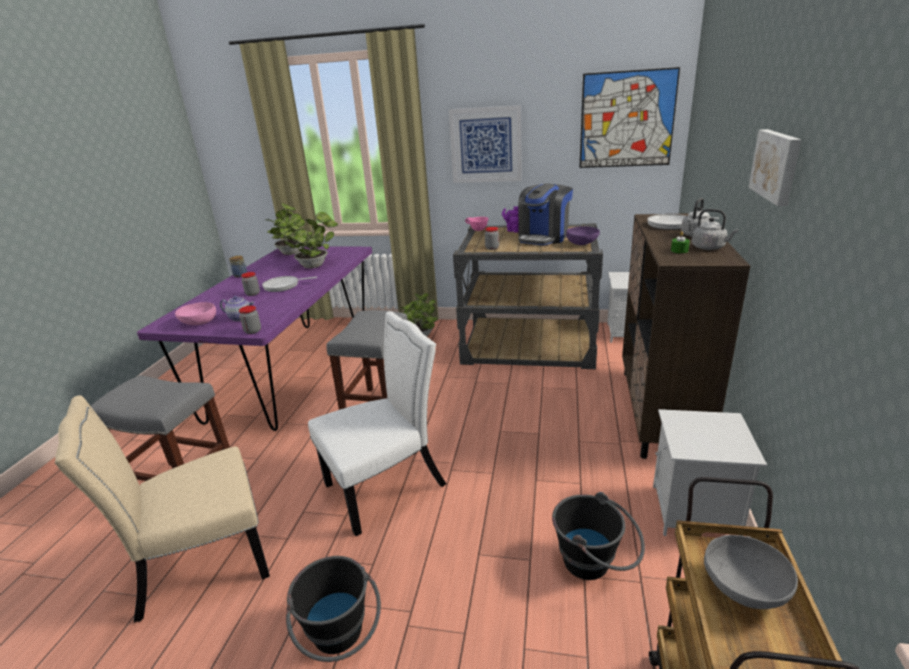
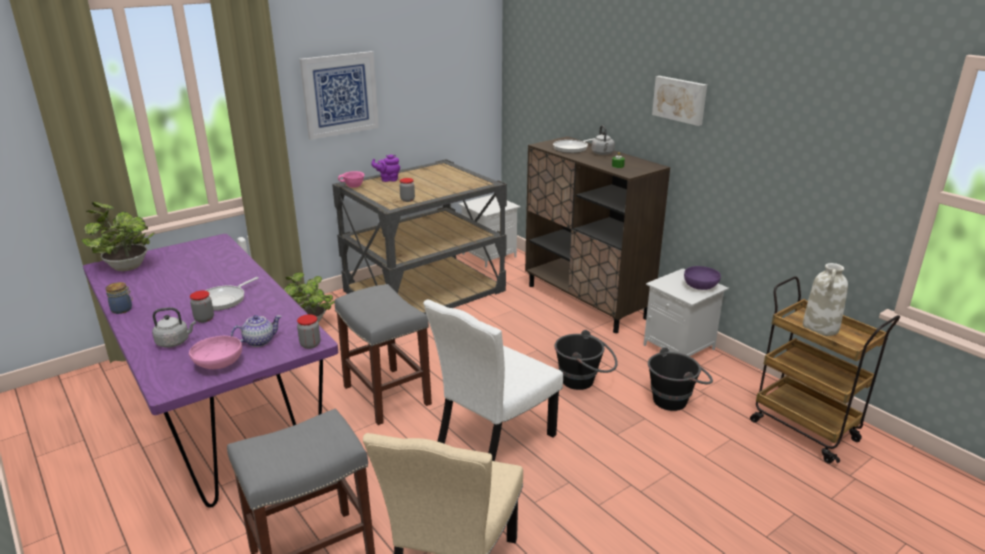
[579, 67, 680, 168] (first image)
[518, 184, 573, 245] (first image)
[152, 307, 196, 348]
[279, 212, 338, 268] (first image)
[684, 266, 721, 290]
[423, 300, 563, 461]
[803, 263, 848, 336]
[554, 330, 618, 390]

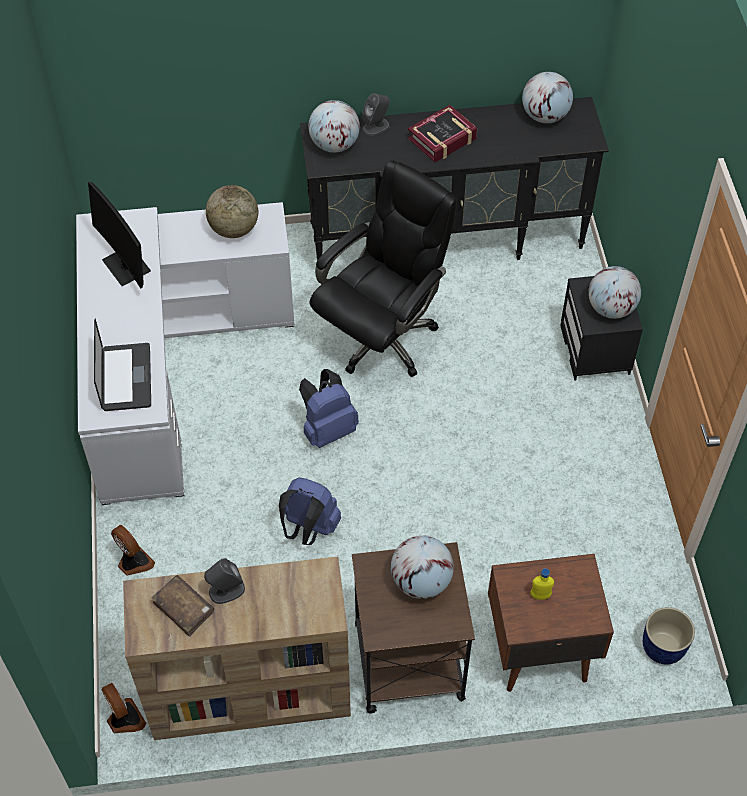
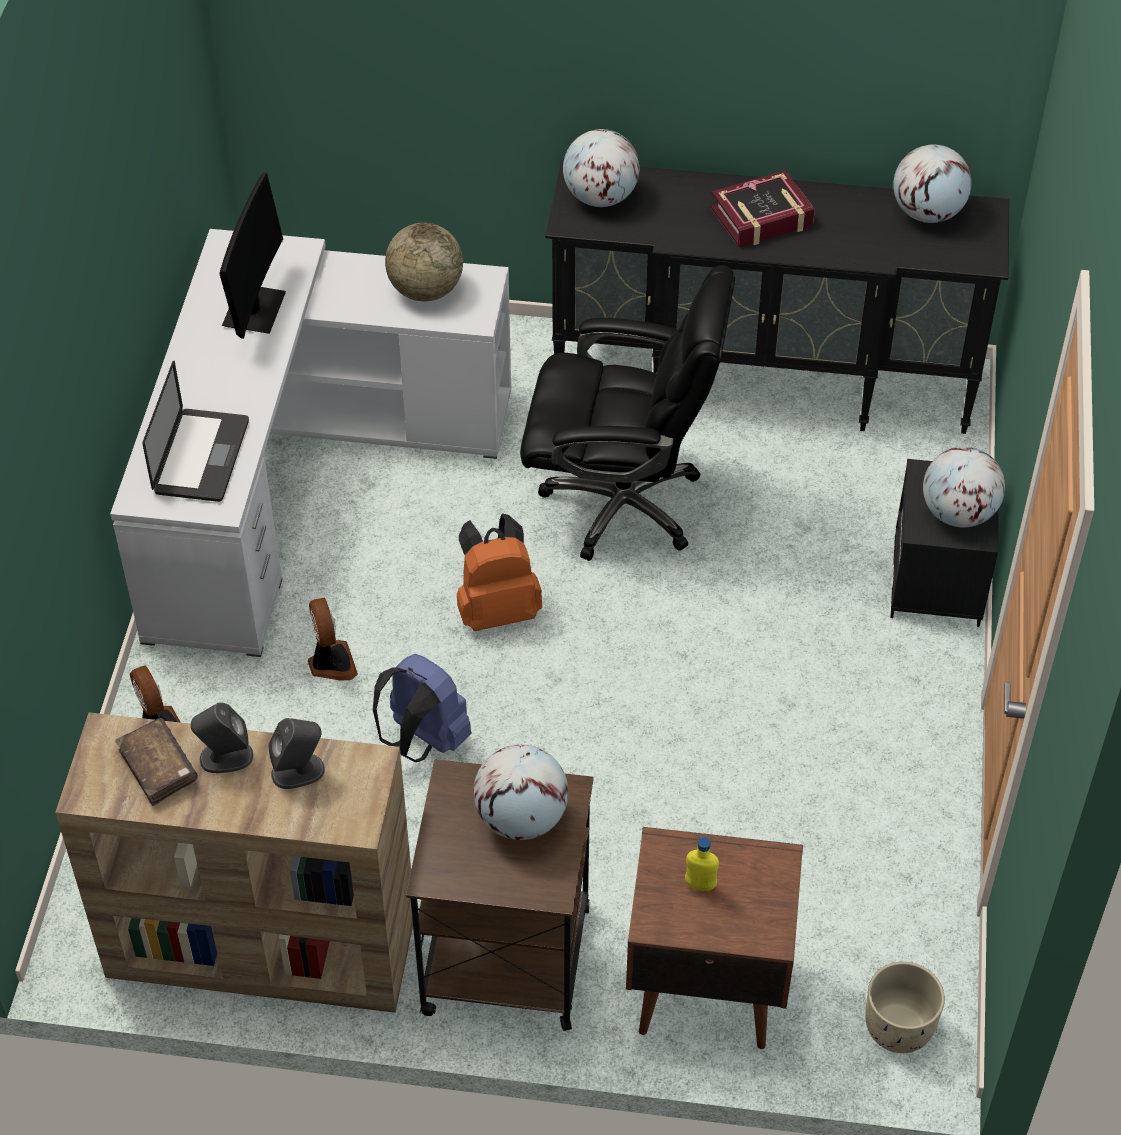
[268, 718, 325, 789]
[520, 265, 735, 561]
[219, 172, 286, 338]
[457, 513, 542, 631]
[865, 962, 945, 1053]
[308, 598, 358, 680]

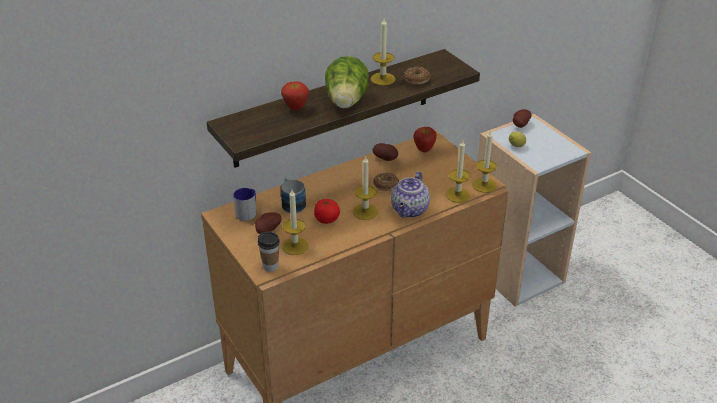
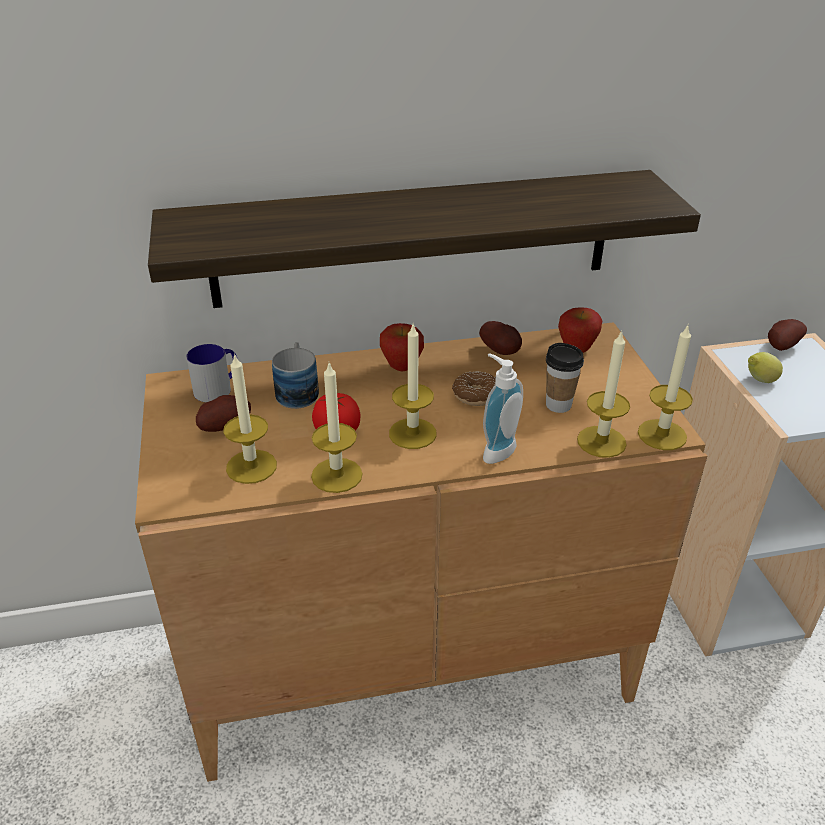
[311, 361, 363, 493]
[325, 56, 369, 109] (first image)
[404, 67, 430, 85] (first image)
[380, 323, 424, 371]
[483, 353, 523, 464]
[546, 343, 584, 413]

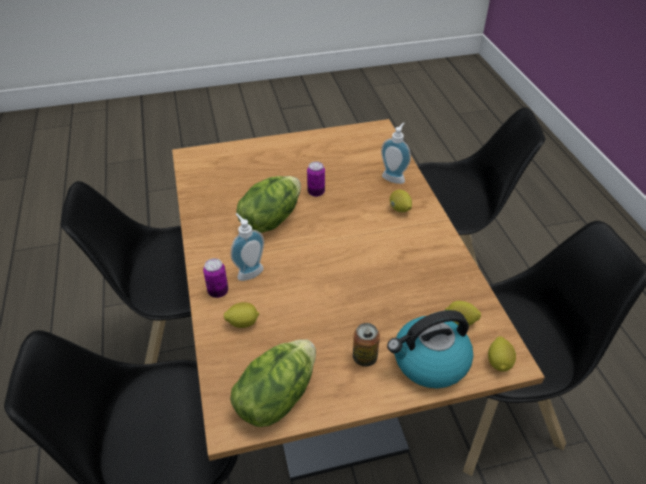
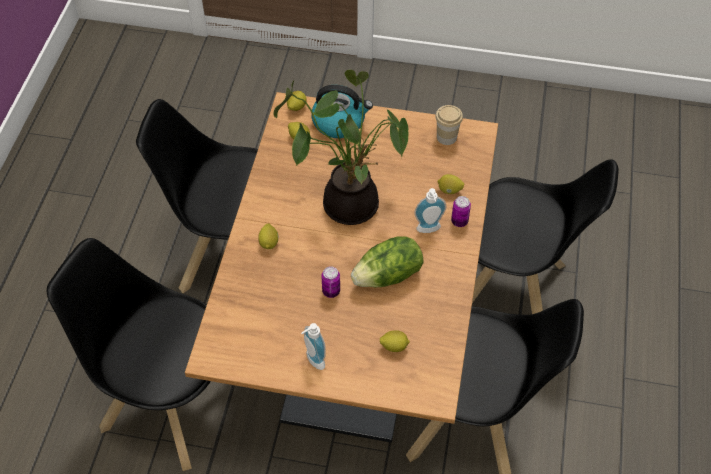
[301, 323, 326, 370]
[353, 323, 380, 367] (first image)
[435, 105, 463, 145]
[273, 70, 409, 225]
[380, 330, 410, 352]

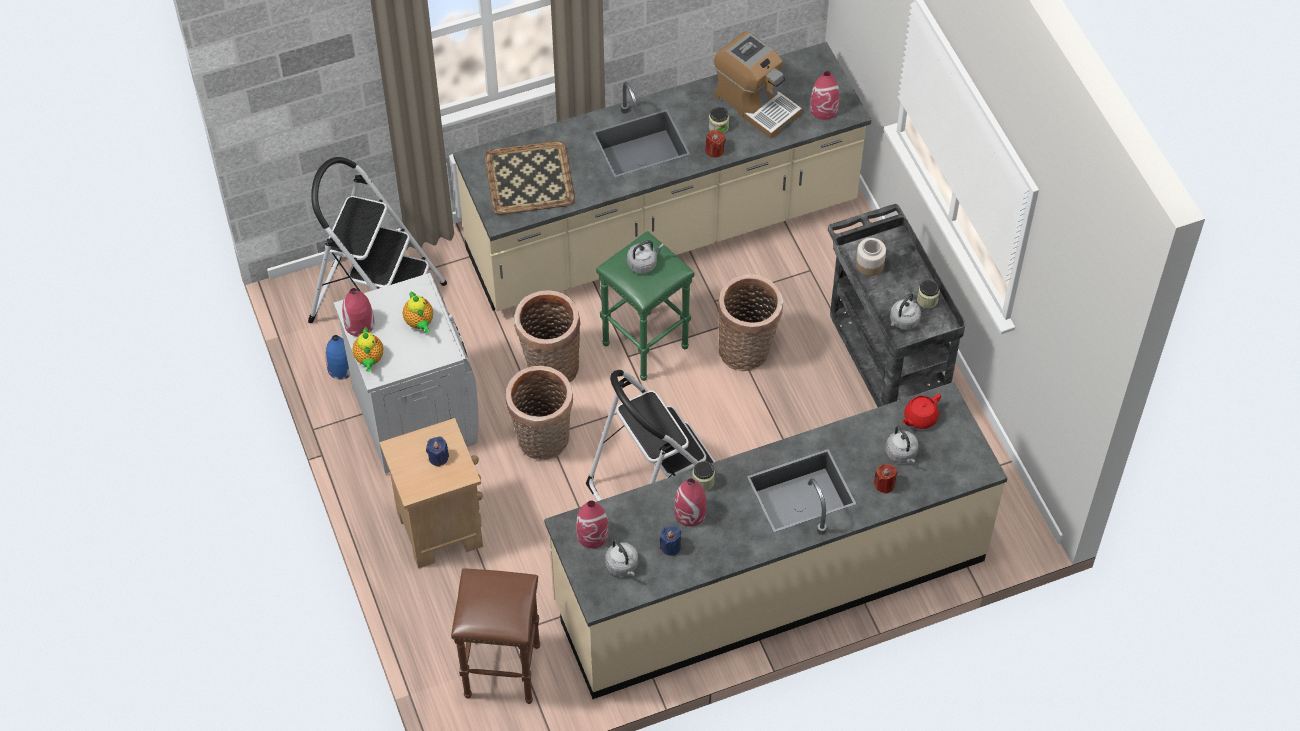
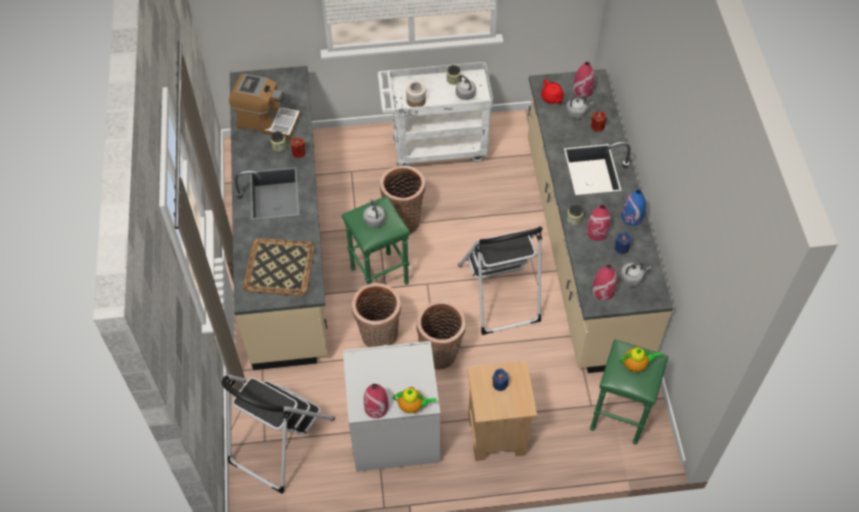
[229, 74, 301, 139]
[573, 62, 595, 97]
[378, 62, 493, 166]
[620, 346, 662, 372]
[621, 190, 646, 226]
[590, 339, 668, 445]

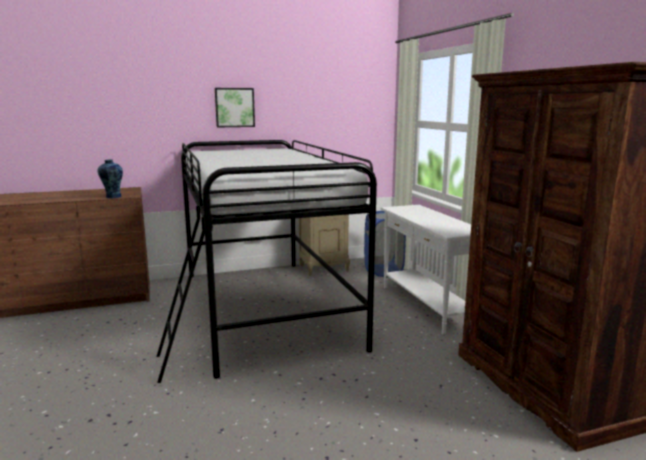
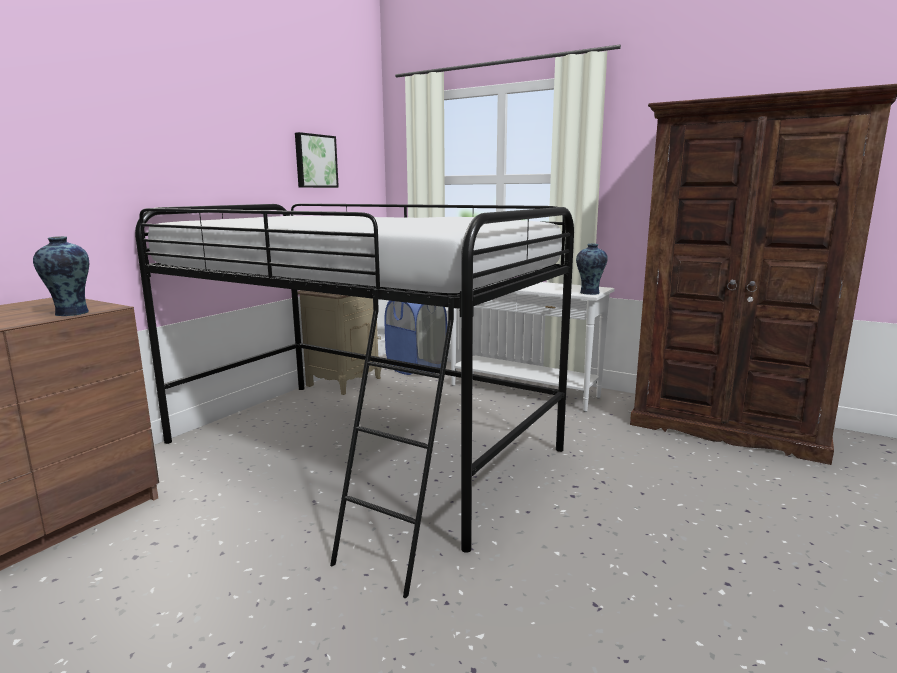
[295, 132, 339, 188]
[576, 243, 608, 295]

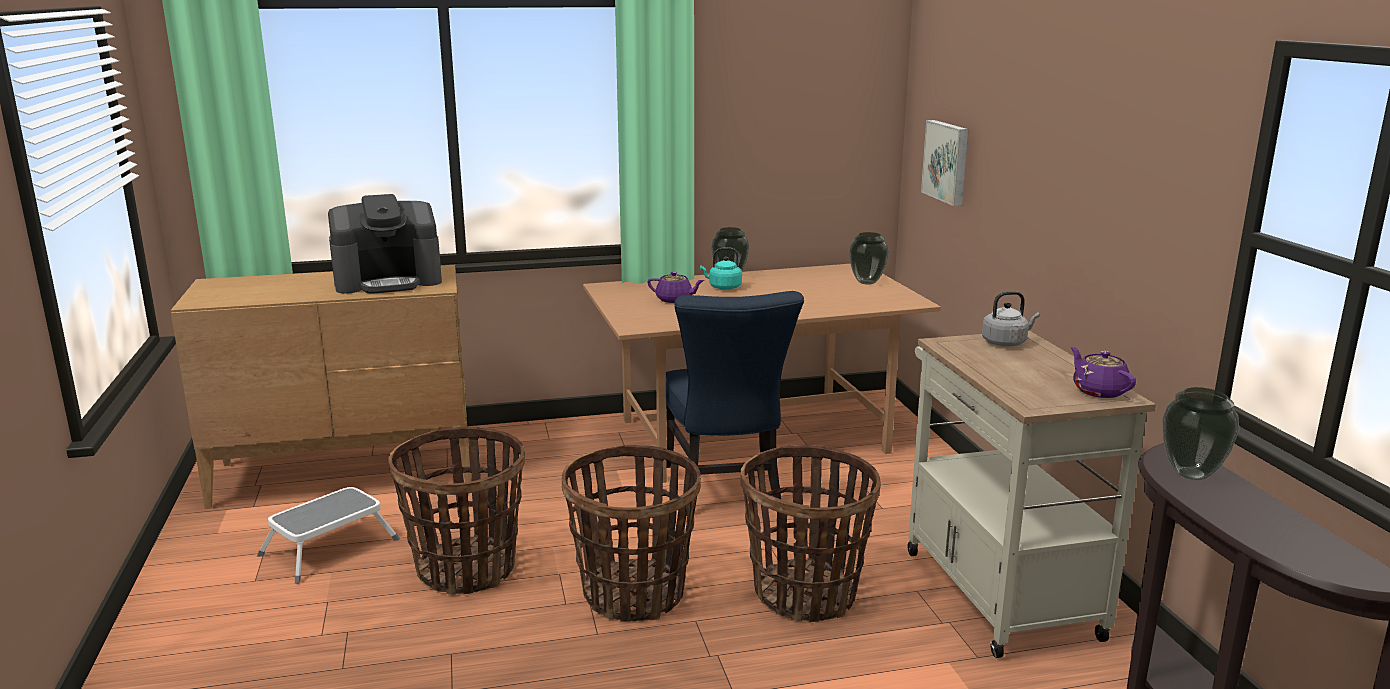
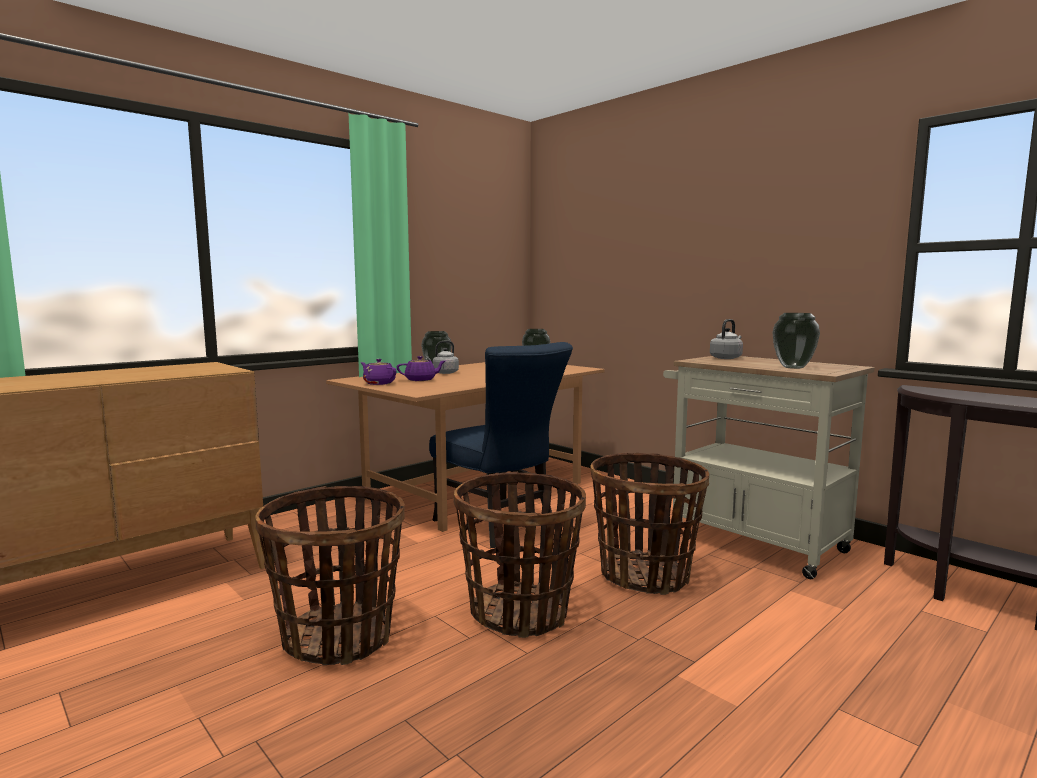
[921, 120, 969, 206] (first image)
[328, 194, 442, 294] (first image)
[425, 340, 459, 374]
[360, 359, 397, 385]
[772, 313, 820, 369]
[257, 487, 400, 584] (first image)

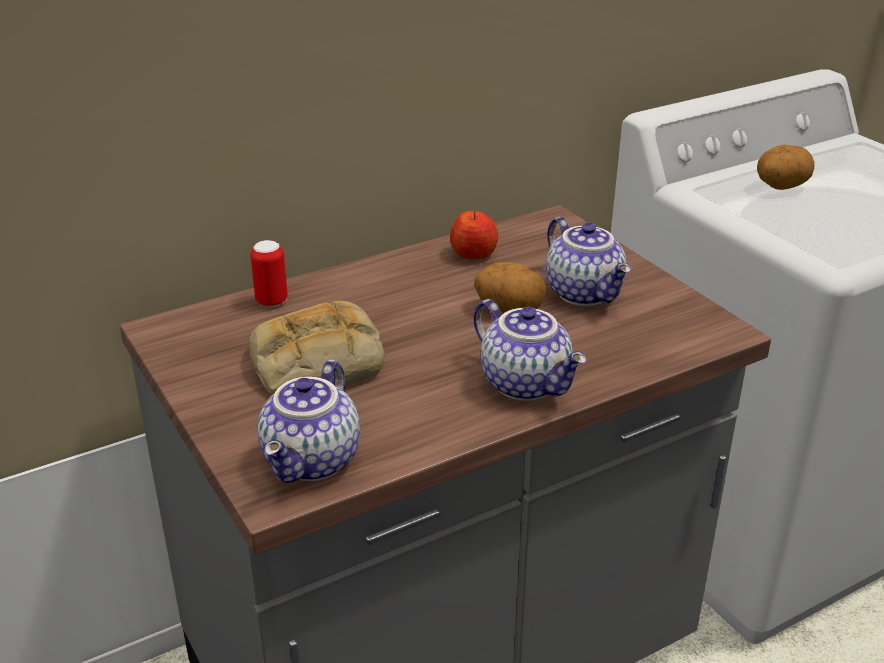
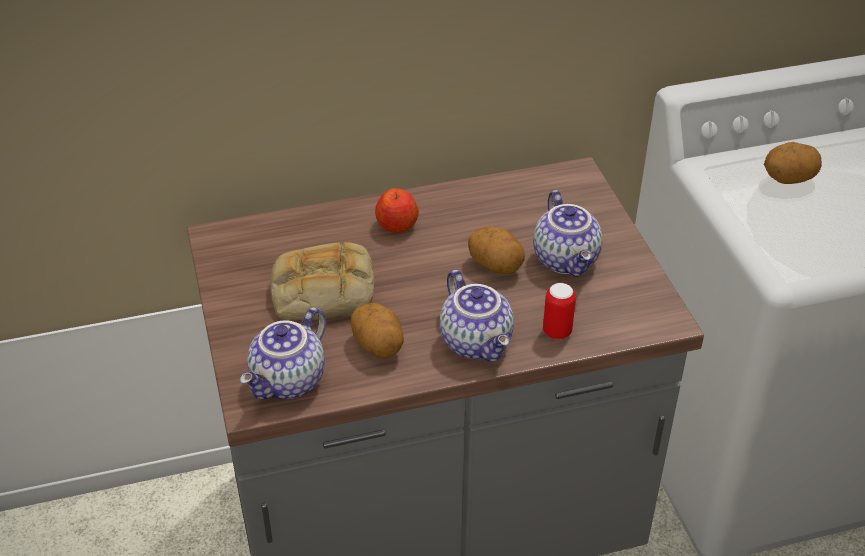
[375, 188, 419, 233]
[543, 283, 576, 339]
[350, 303, 404, 358]

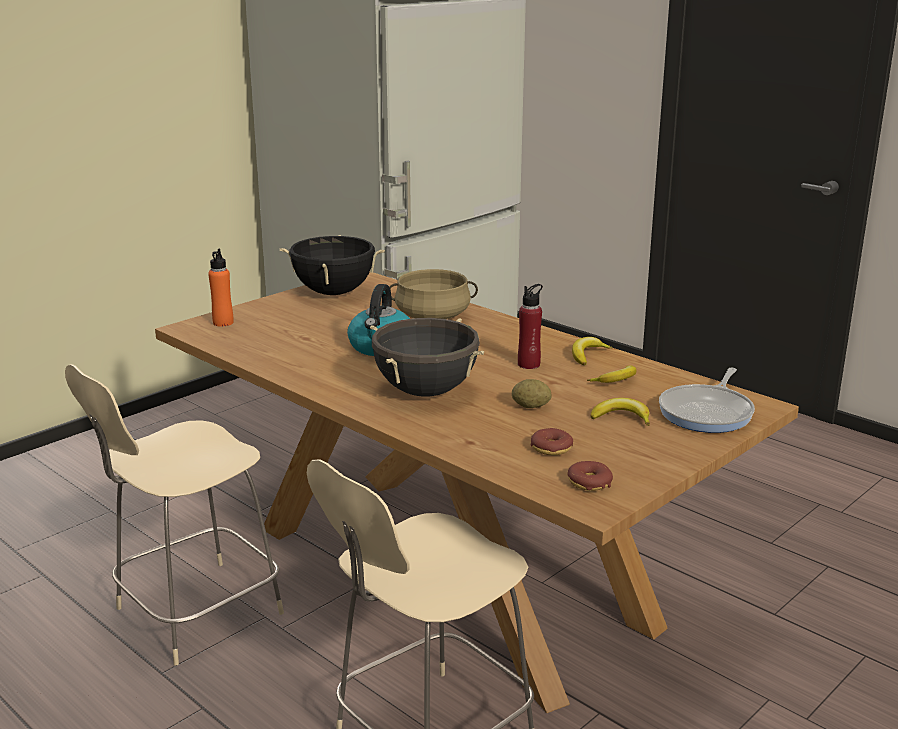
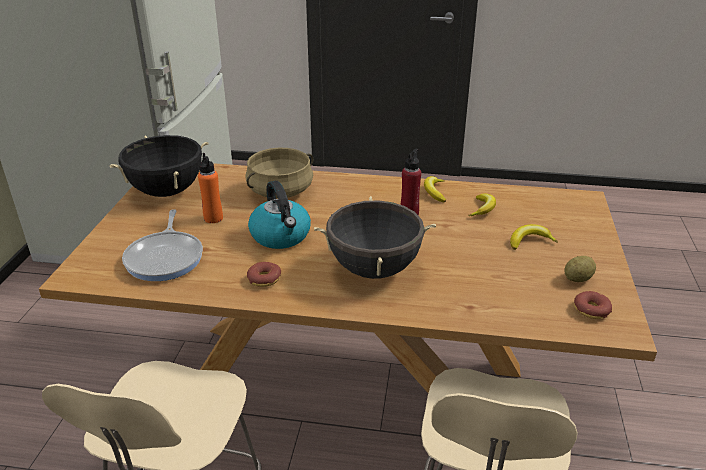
[198, 153, 223, 223]
[122, 209, 203, 281]
[564, 256, 596, 282]
[247, 262, 281, 287]

